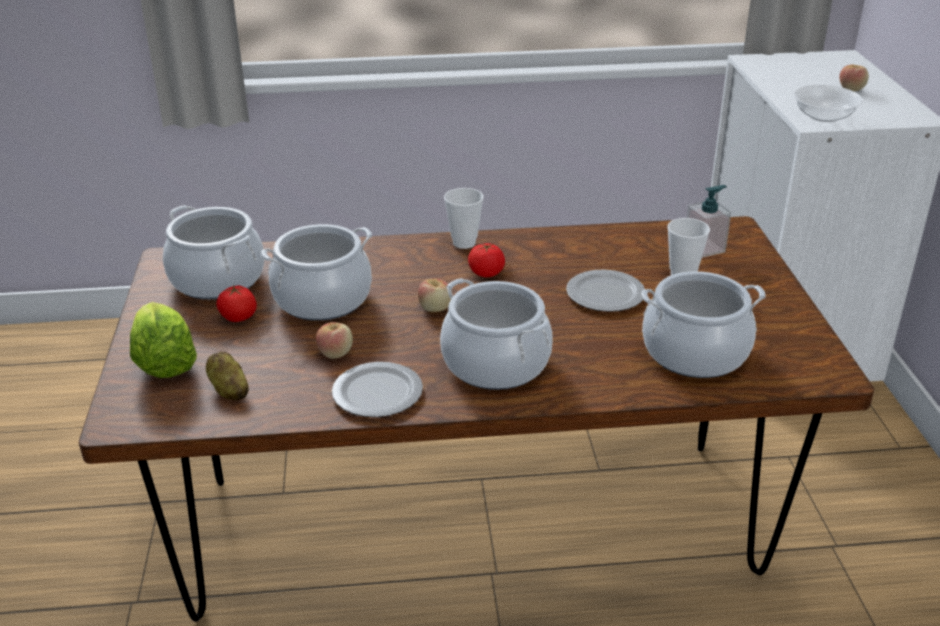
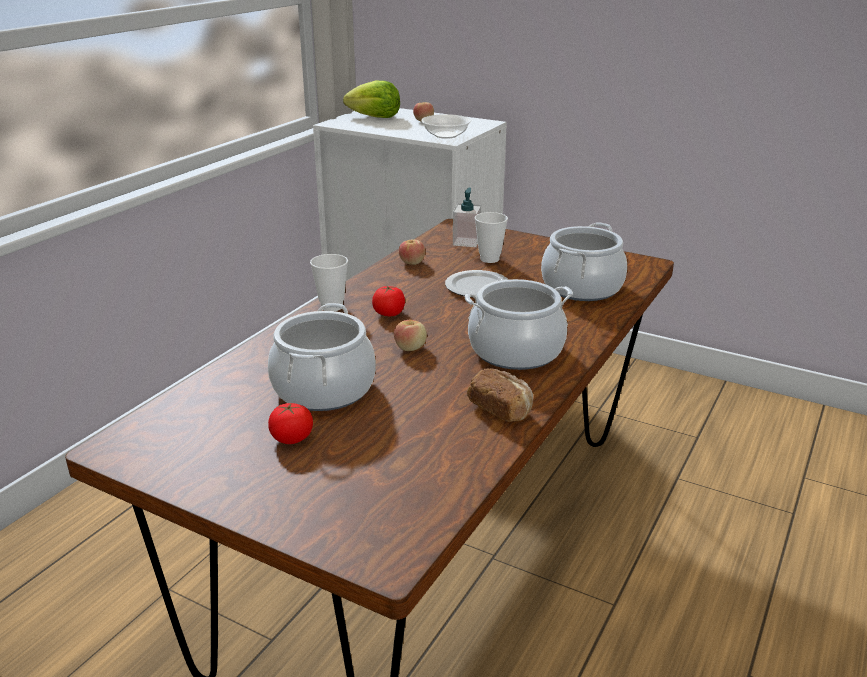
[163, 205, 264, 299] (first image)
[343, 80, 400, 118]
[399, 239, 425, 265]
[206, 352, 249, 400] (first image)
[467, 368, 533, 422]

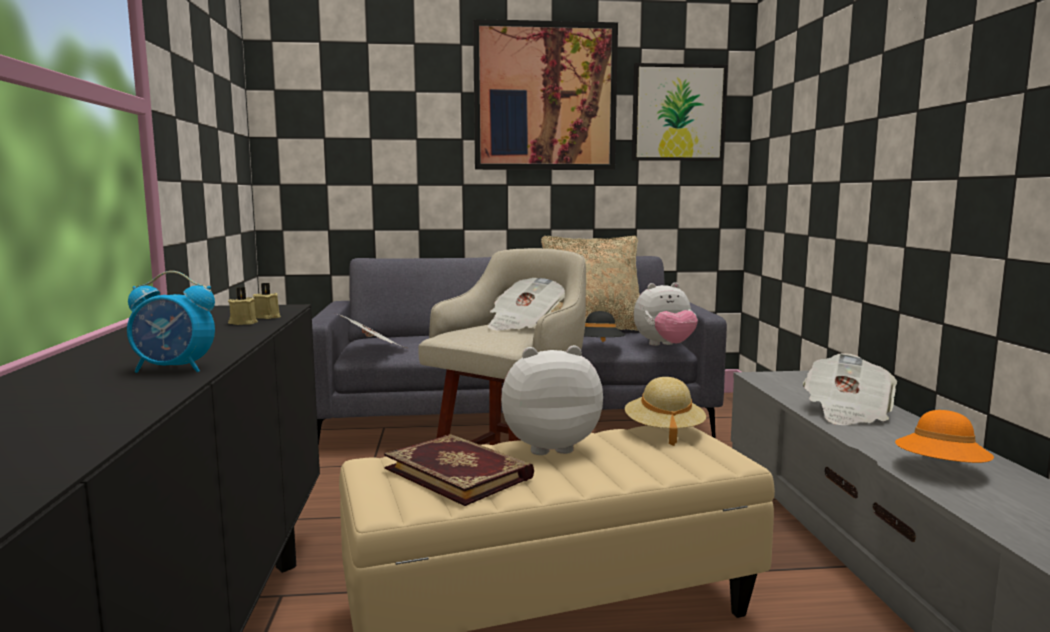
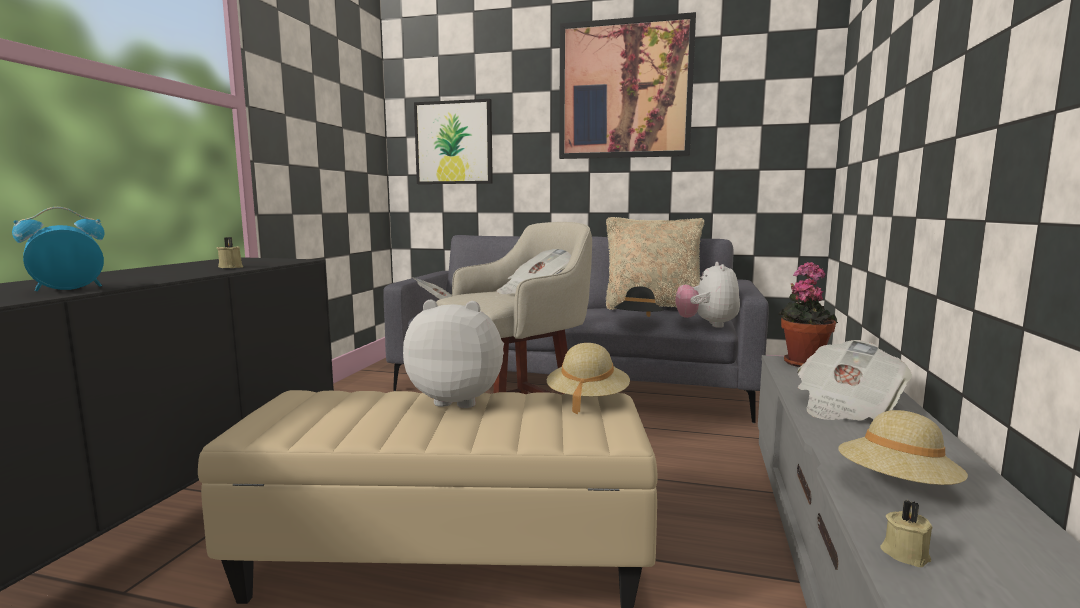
[414, 99, 493, 184]
[12, 207, 105, 291]
[675, 262, 740, 328]
[880, 500, 933, 567]
[838, 410, 968, 485]
[384, 434, 534, 506] (first image)
[778, 262, 838, 367]

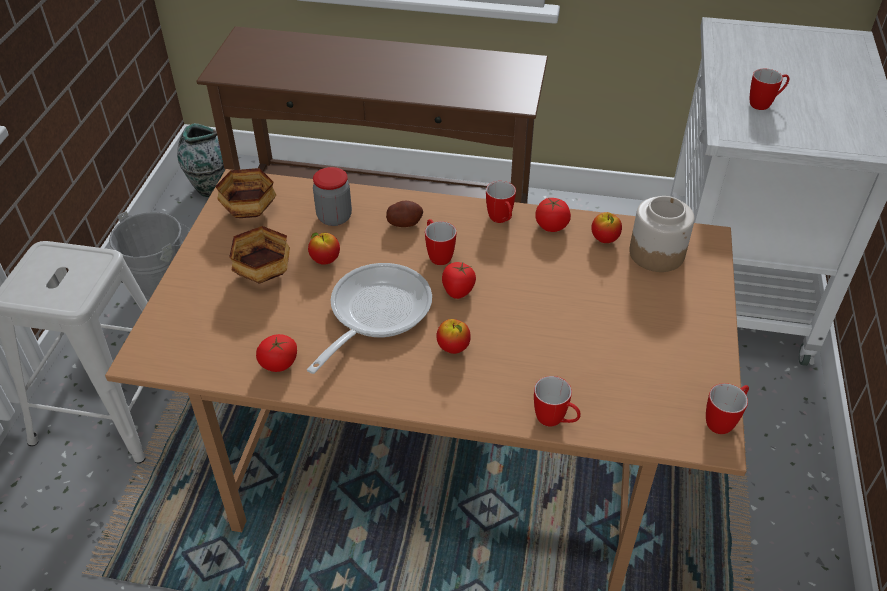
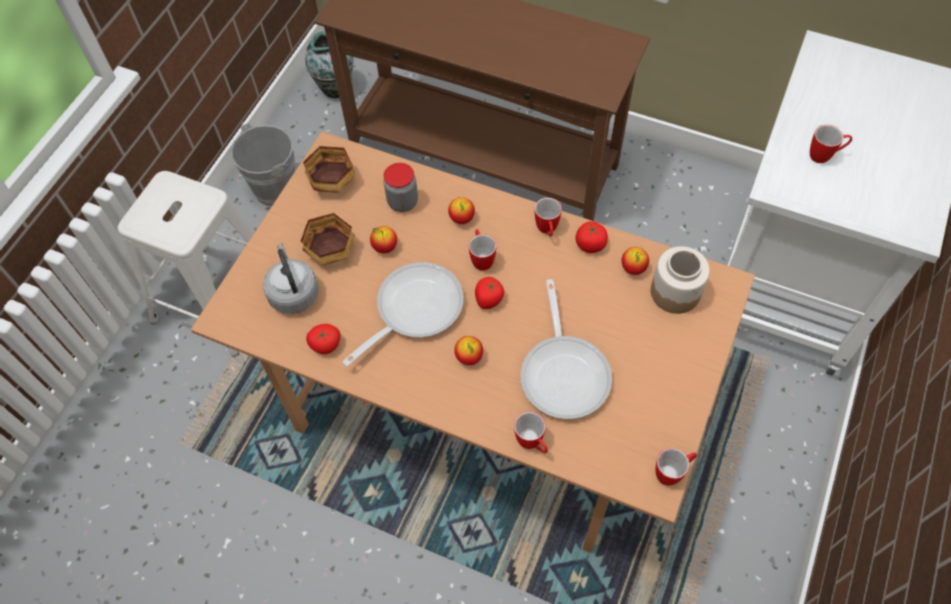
[448, 197, 475, 224]
[263, 243, 319, 314]
[520, 279, 612, 419]

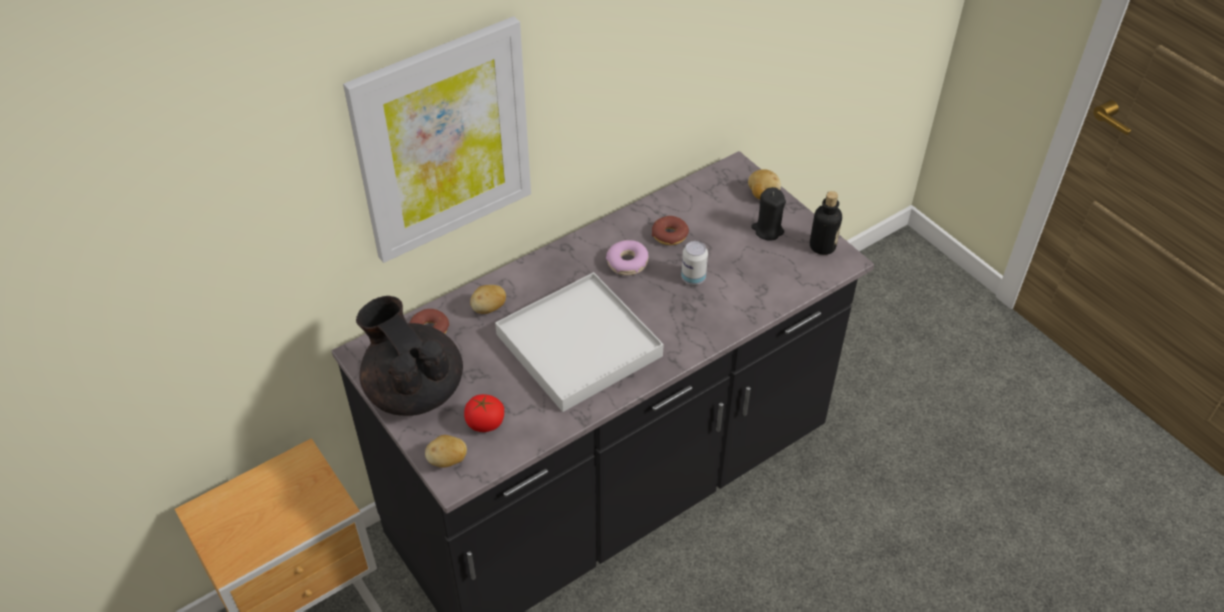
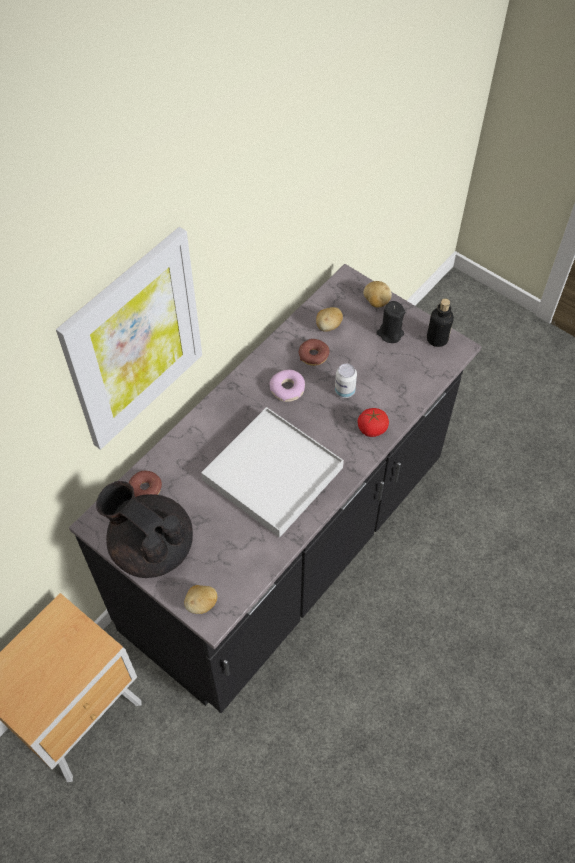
[316, 307, 343, 332]
[357, 408, 389, 437]

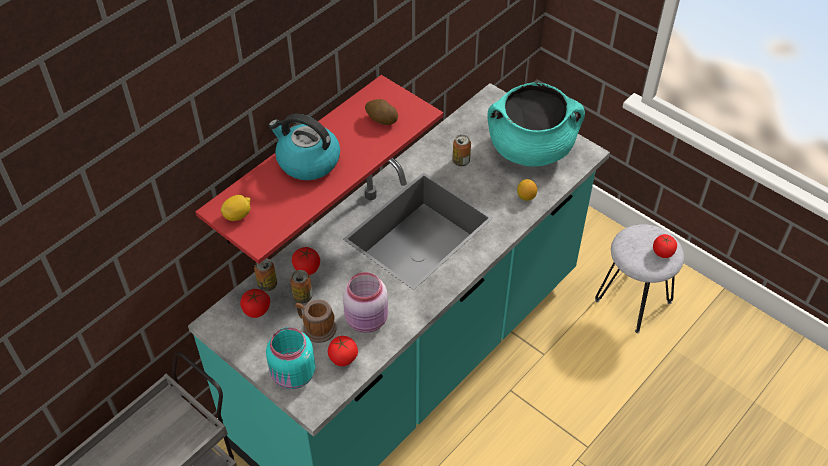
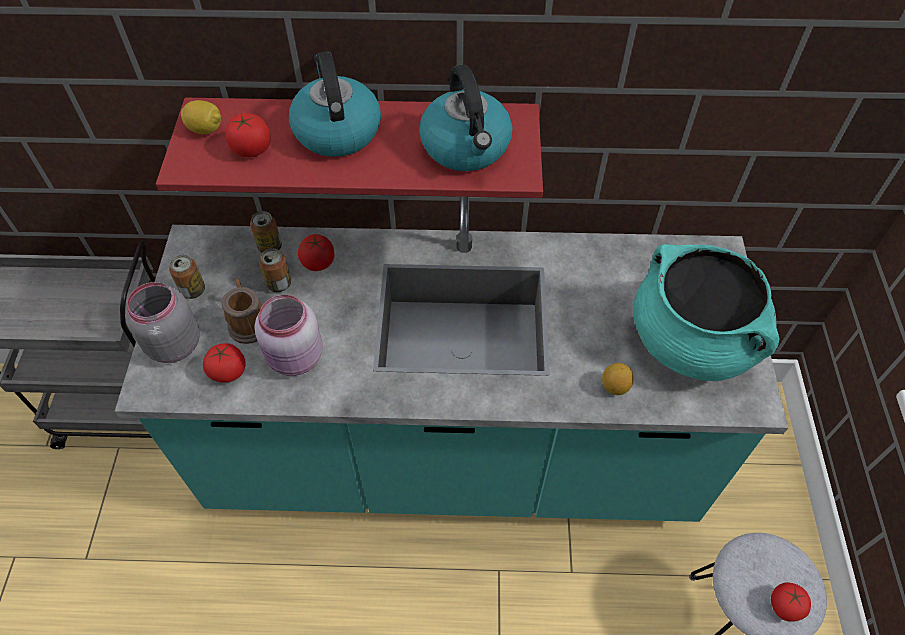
[419, 65, 512, 171]
[169, 255, 205, 299]
[225, 113, 271, 157]
[125, 282, 200, 363]

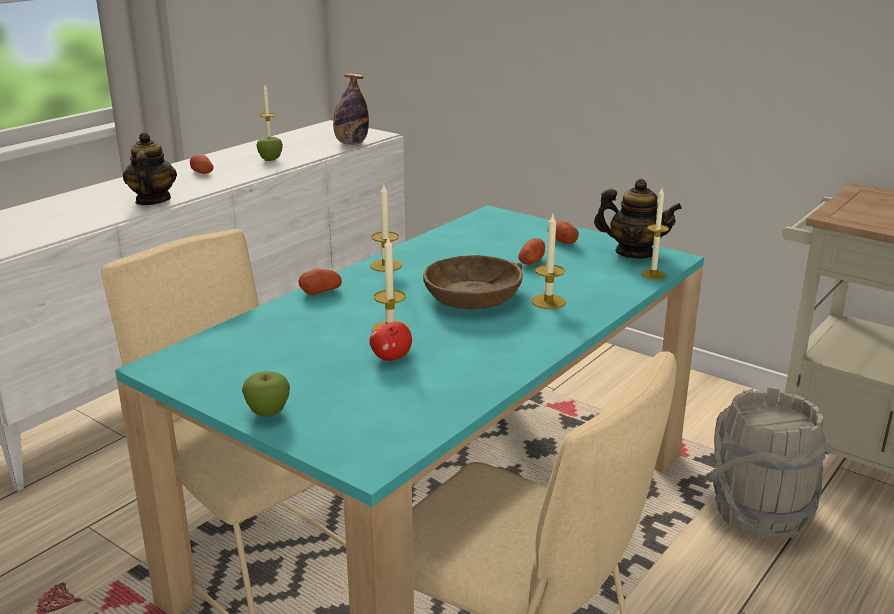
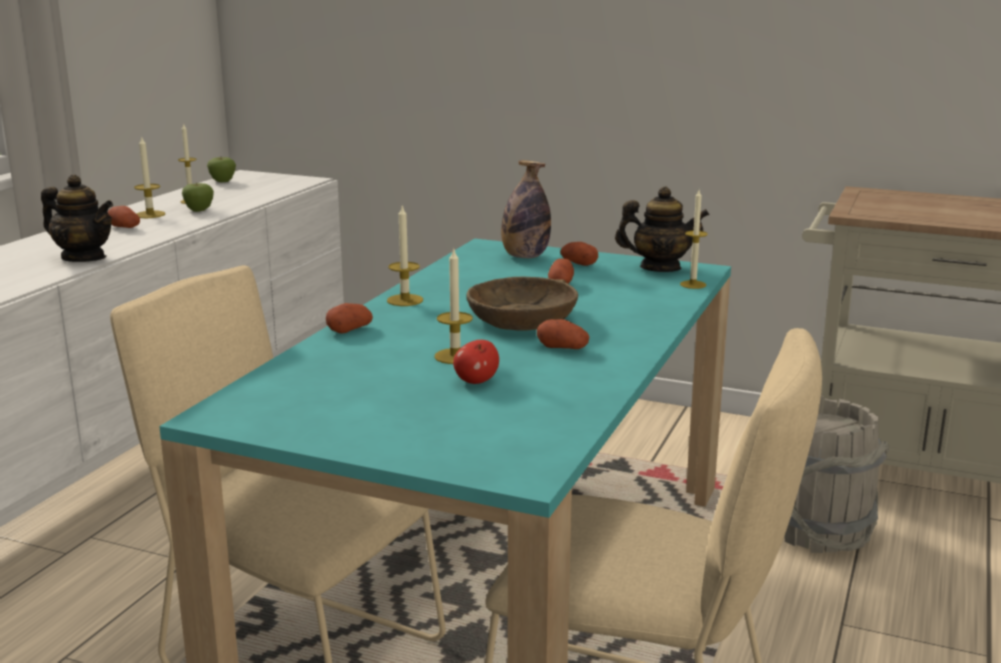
[501, 160, 551, 258]
[41, 175, 113, 262]
[134, 137, 165, 218]
[207, 157, 236, 182]
[537, 319, 590, 349]

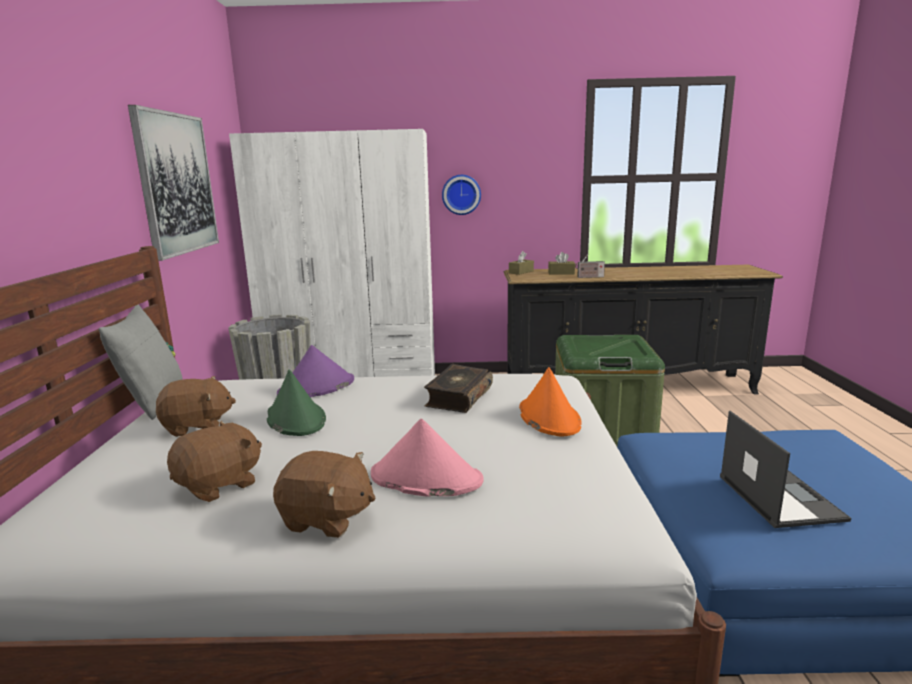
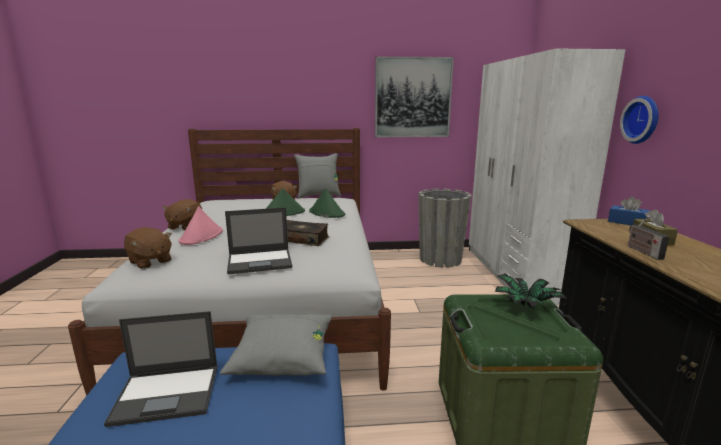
[608, 196, 650, 225]
[309, 188, 345, 218]
[225, 207, 292, 274]
[124, 227, 172, 269]
[495, 273, 566, 308]
[220, 314, 332, 375]

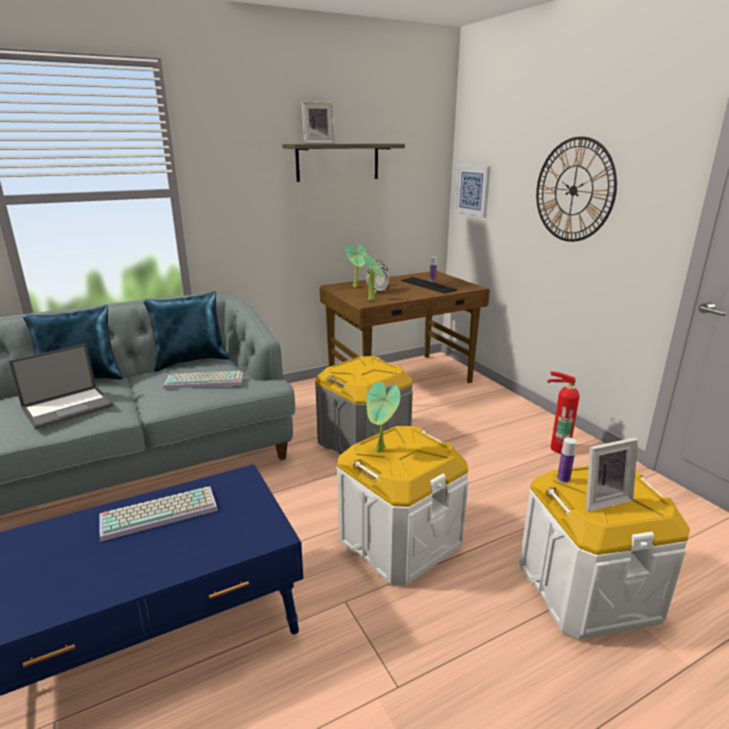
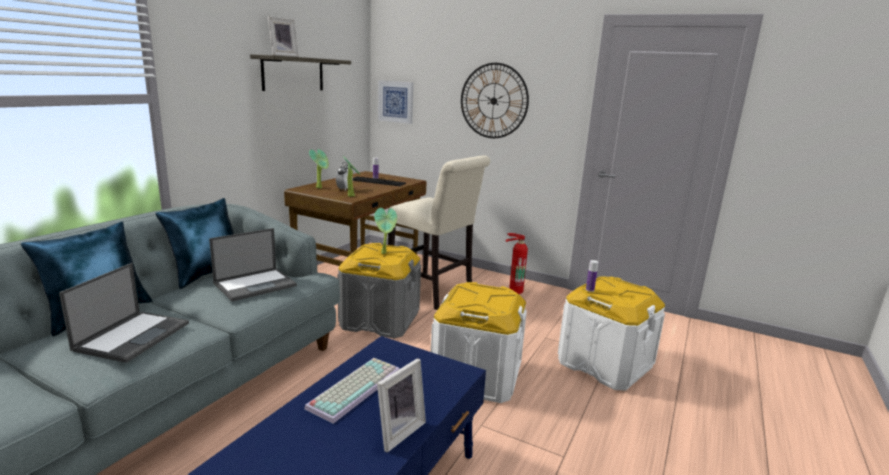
[209, 228, 297, 302]
[374, 208, 397, 254]
[377, 358, 426, 452]
[388, 155, 490, 310]

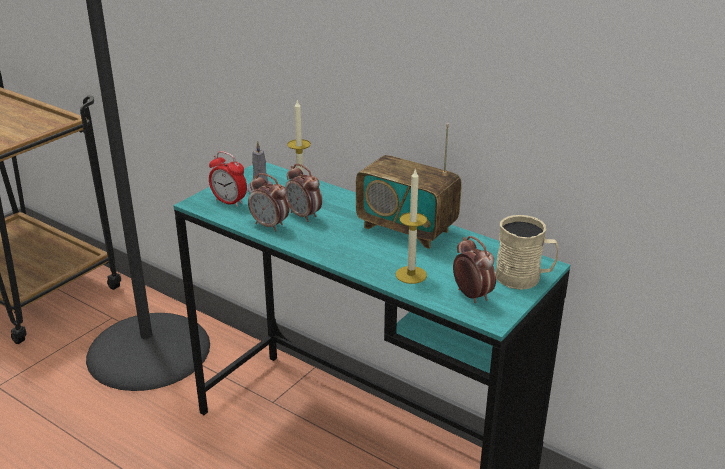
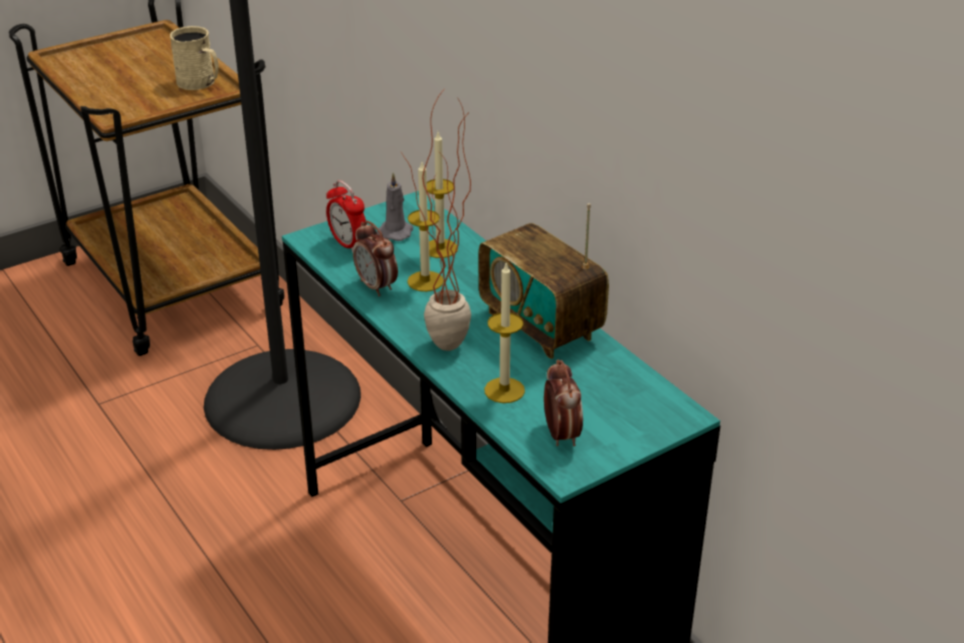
[407, 162, 444, 292]
[170, 26, 219, 90]
[401, 91, 471, 351]

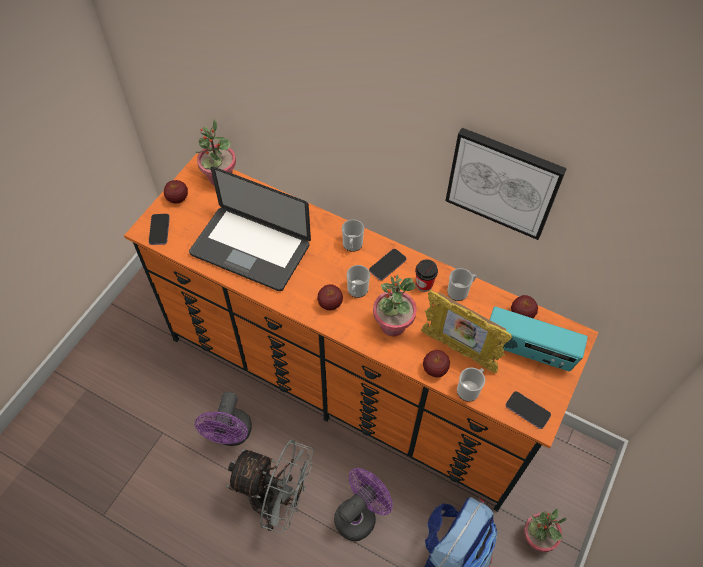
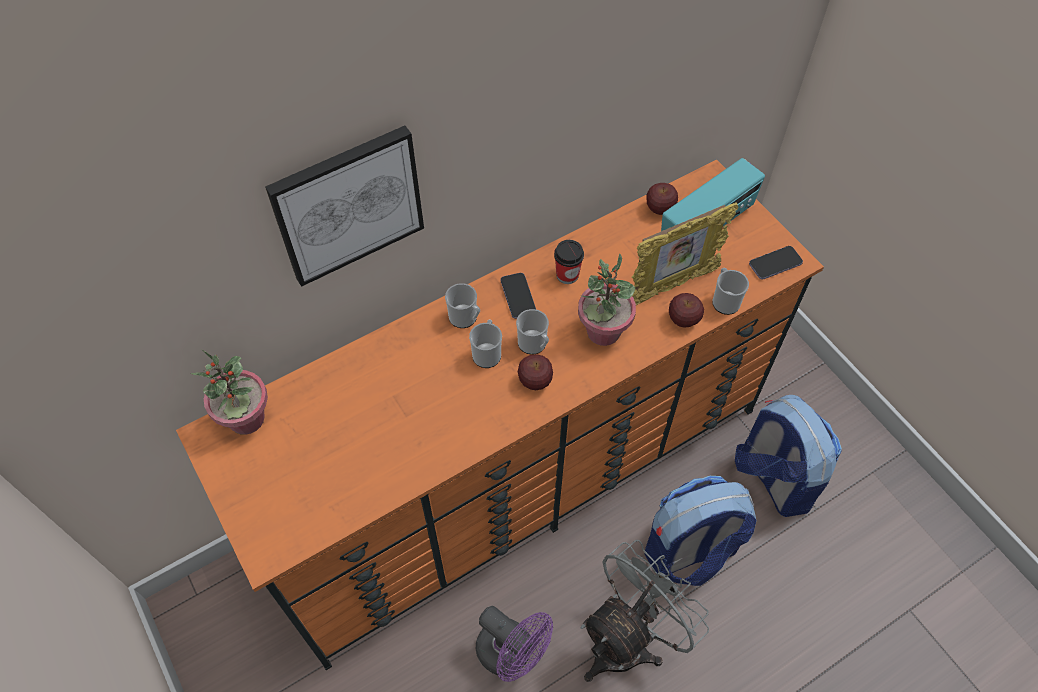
[265, 126, 424, 287]
[189, 166, 311, 291] (first image)
[164, 180, 188, 204] (first image)
[149, 214, 170, 245] (first image)
[469, 320, 502, 368]
[645, 476, 757, 586]
[524, 509, 566, 552] (first image)

